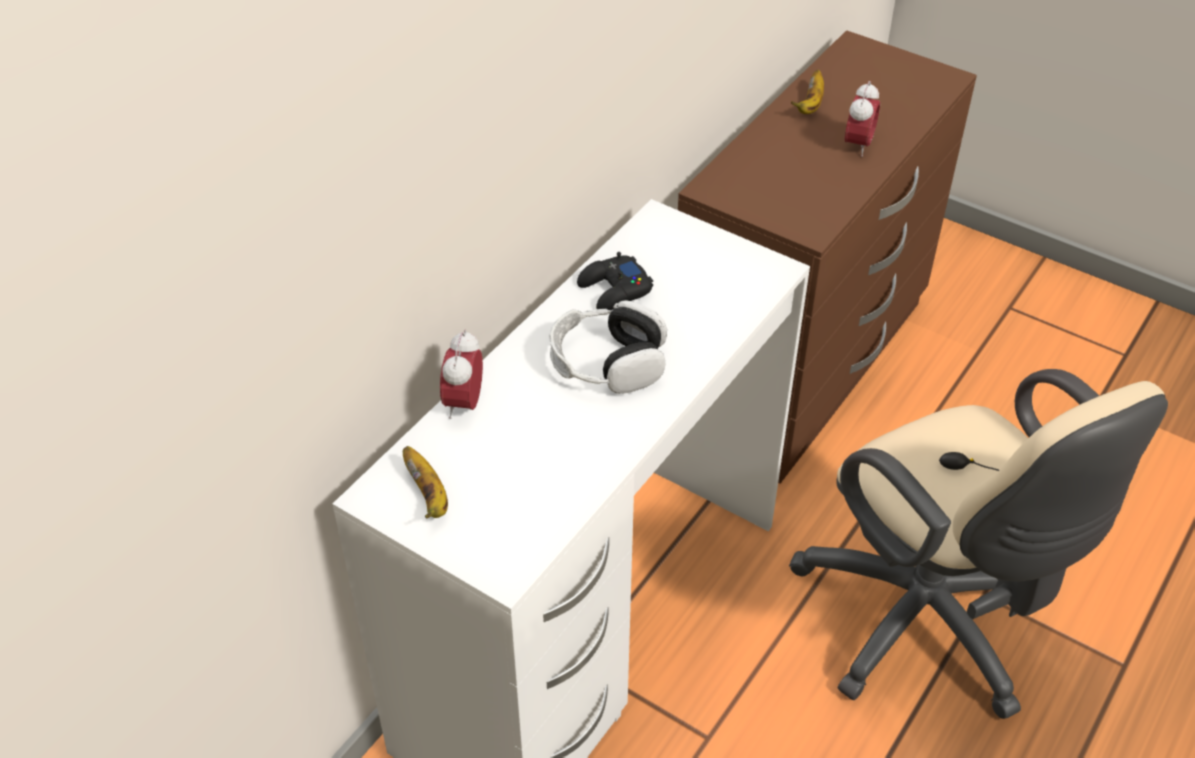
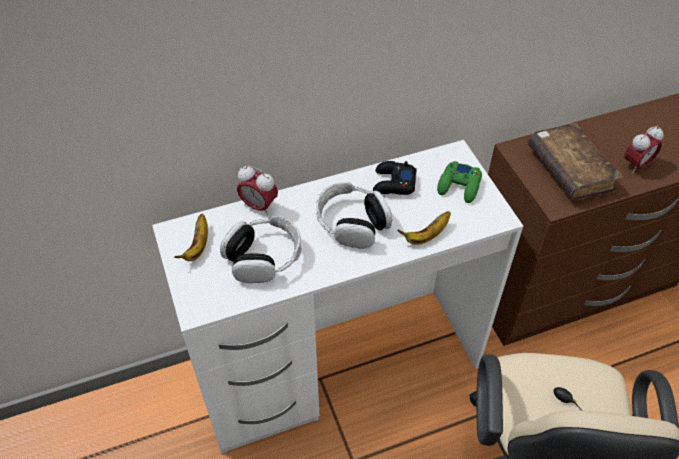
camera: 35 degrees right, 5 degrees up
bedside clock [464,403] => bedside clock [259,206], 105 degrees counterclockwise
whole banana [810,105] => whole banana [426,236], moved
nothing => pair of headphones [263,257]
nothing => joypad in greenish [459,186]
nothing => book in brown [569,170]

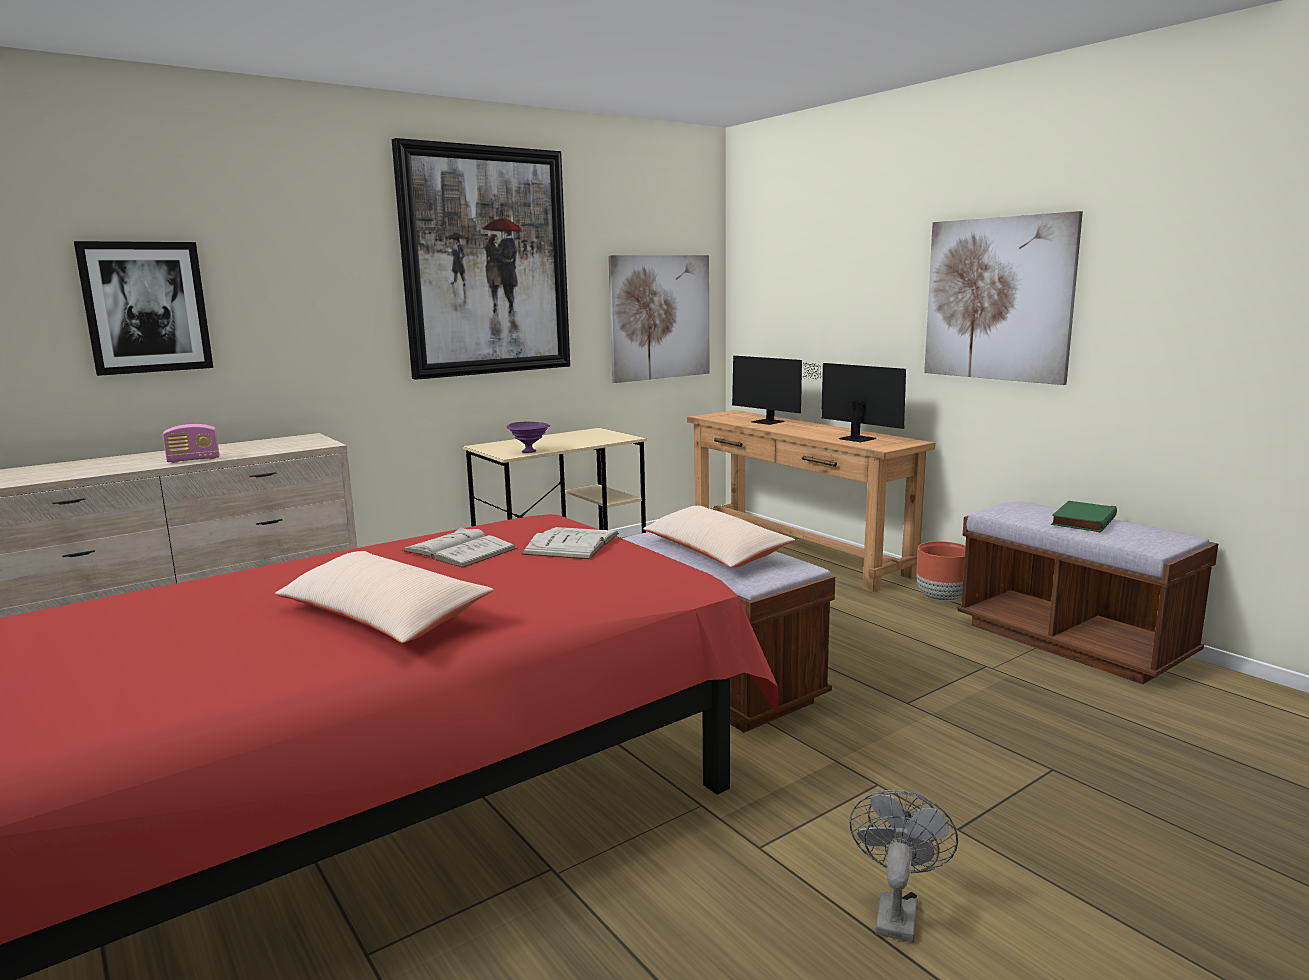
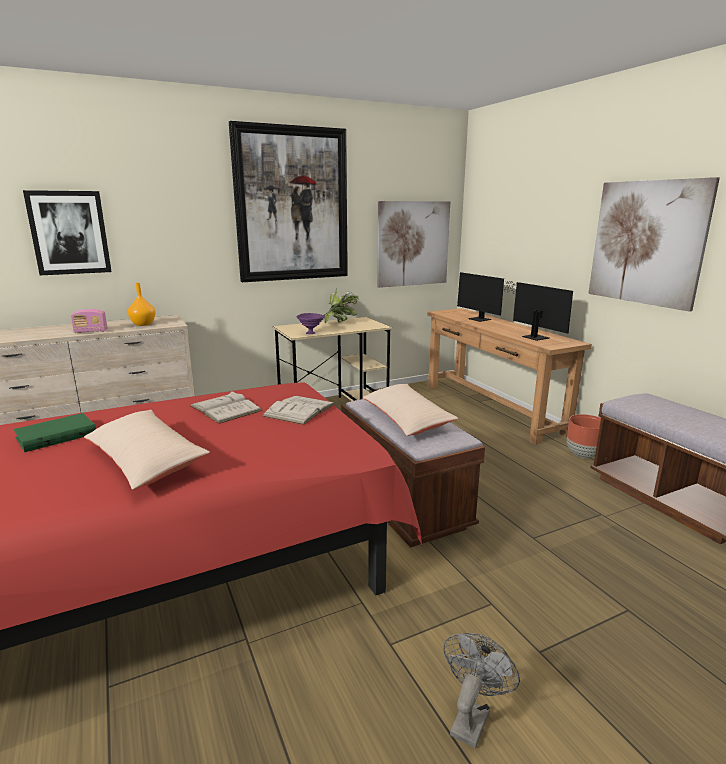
camera: 10 degrees right, 5 degrees up
book in greenish [1082,520] => book in greenish [56,435], moved
nothing => flower vase in orange-coloured [142,324]
nothing => potted plant [340,323]

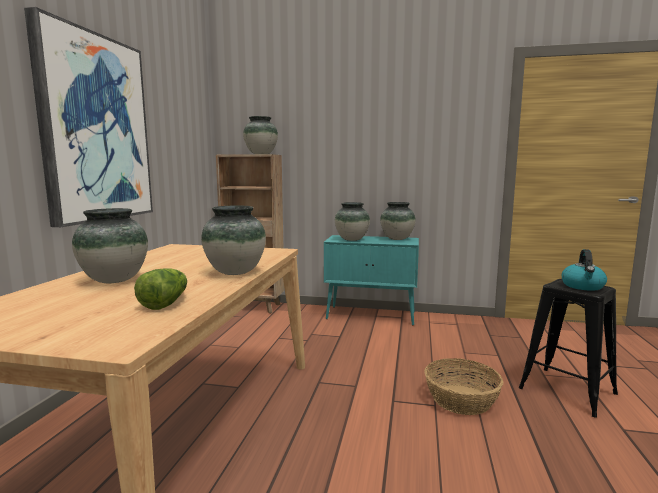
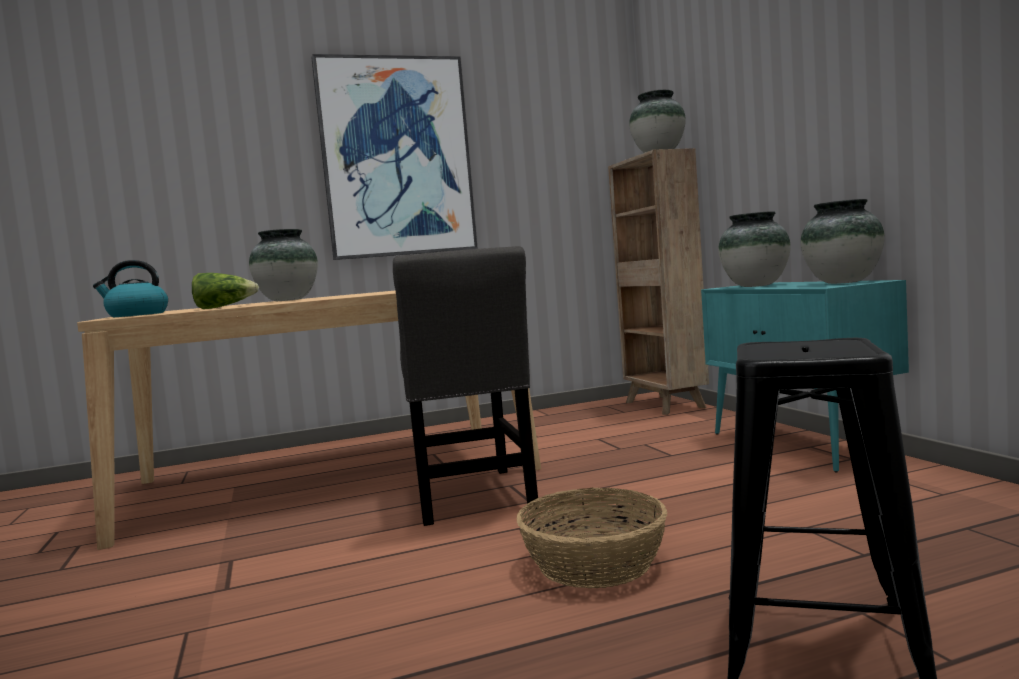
camera: 60 degrees right, 5 degrees down
flower vase [235,272] => nothing
tea kettle [583,286] => tea kettle [136,315], moved
nothing => plain chair in grey [473,498]

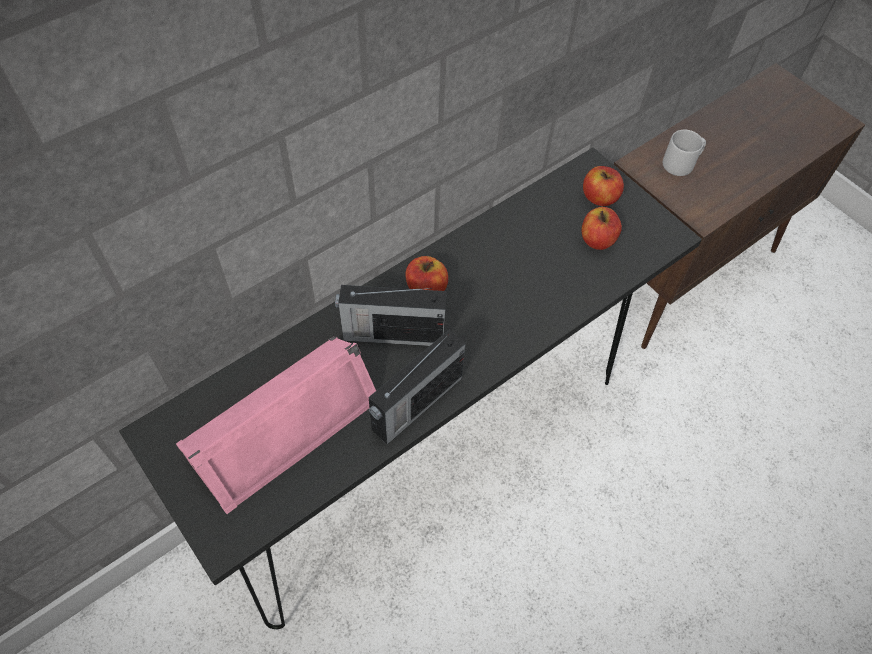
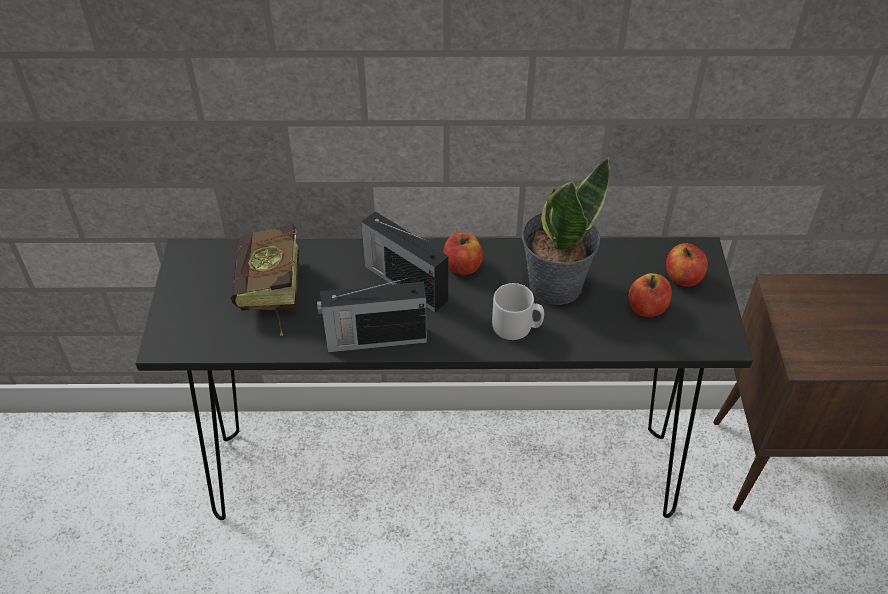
camera: 40 degrees right, 10 degrees down
loudspeaker in pinkish [282,425] => book [270,296]
coffee mug in grey [681,164] => coffee mug in grey [517,327], moved
nothing => potted plant [554,284]

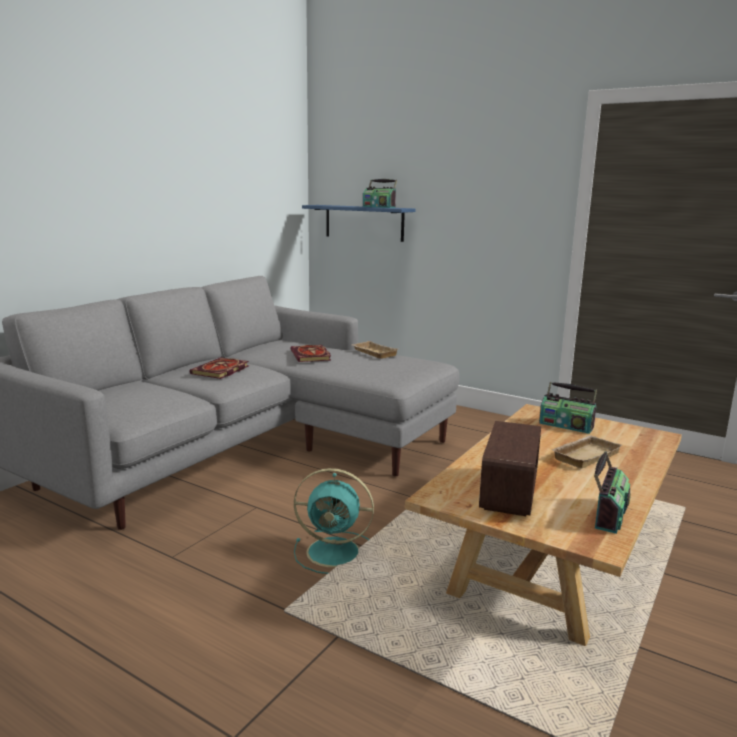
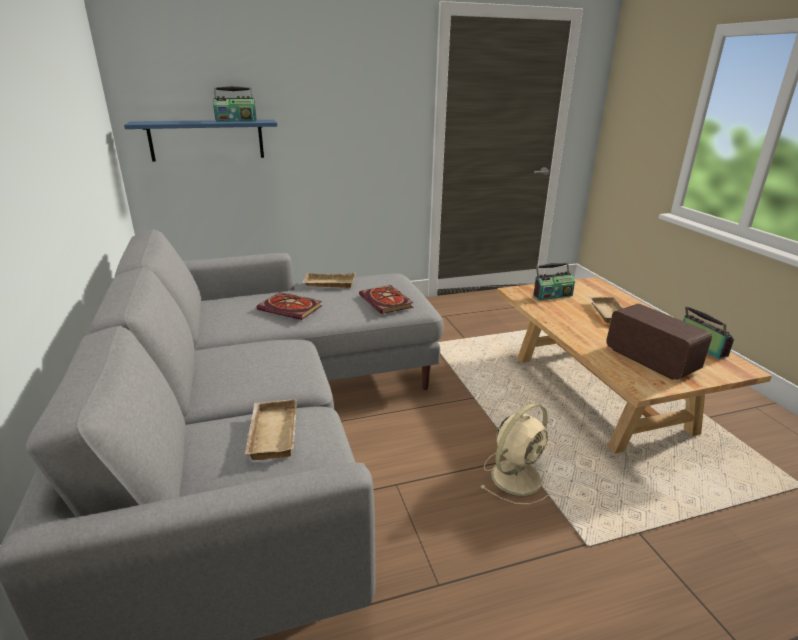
camera: 50 degrees left, 10 degrees up
book [220,371] => book [387,302], moved
cooling fan in turquoise [336,552] => cooling fan in beige-coloured [518,476]
nothing => serving tray in beige-coloured [271,433]

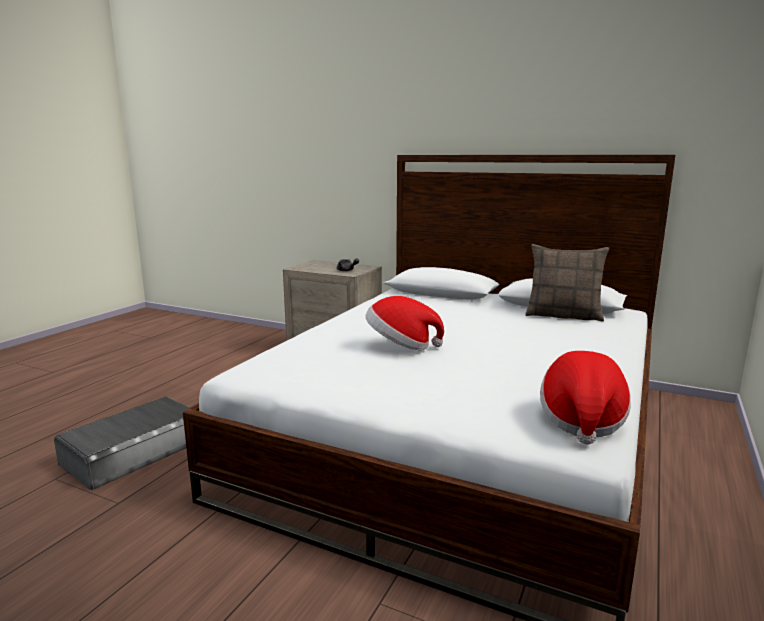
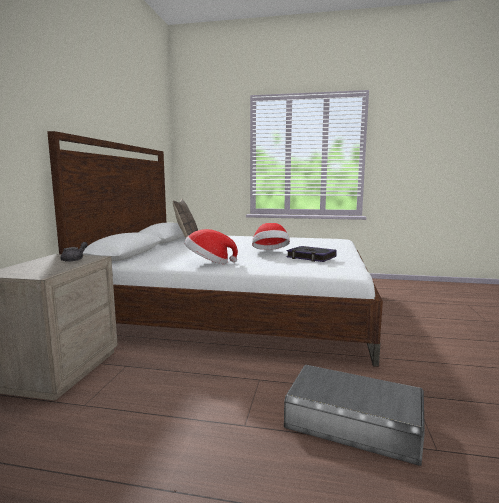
camera: 105 degrees left, 5 degrees down
clothing hat [581,420] => clothing hat [209,263], moved
nothing => book [311,257]

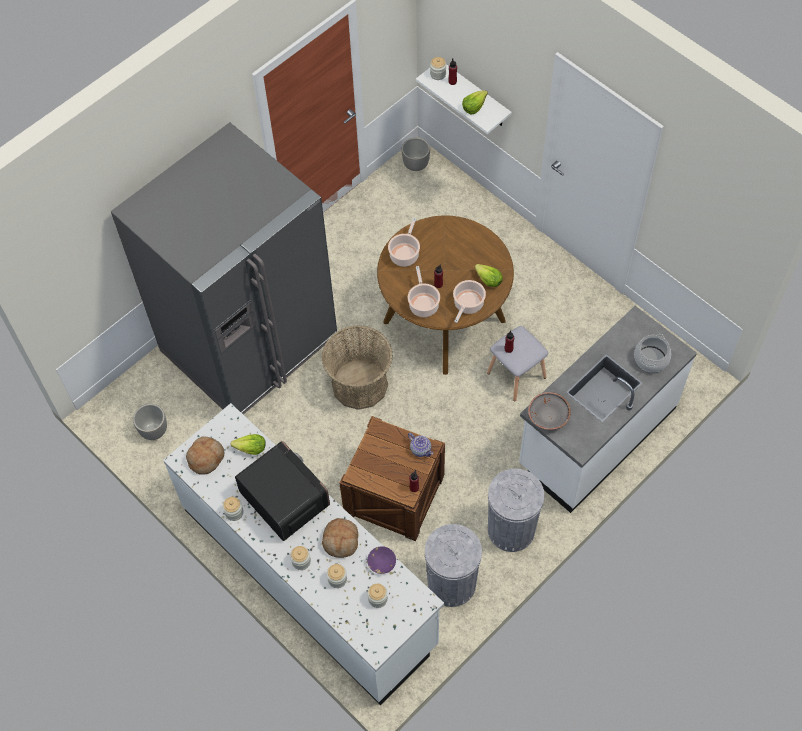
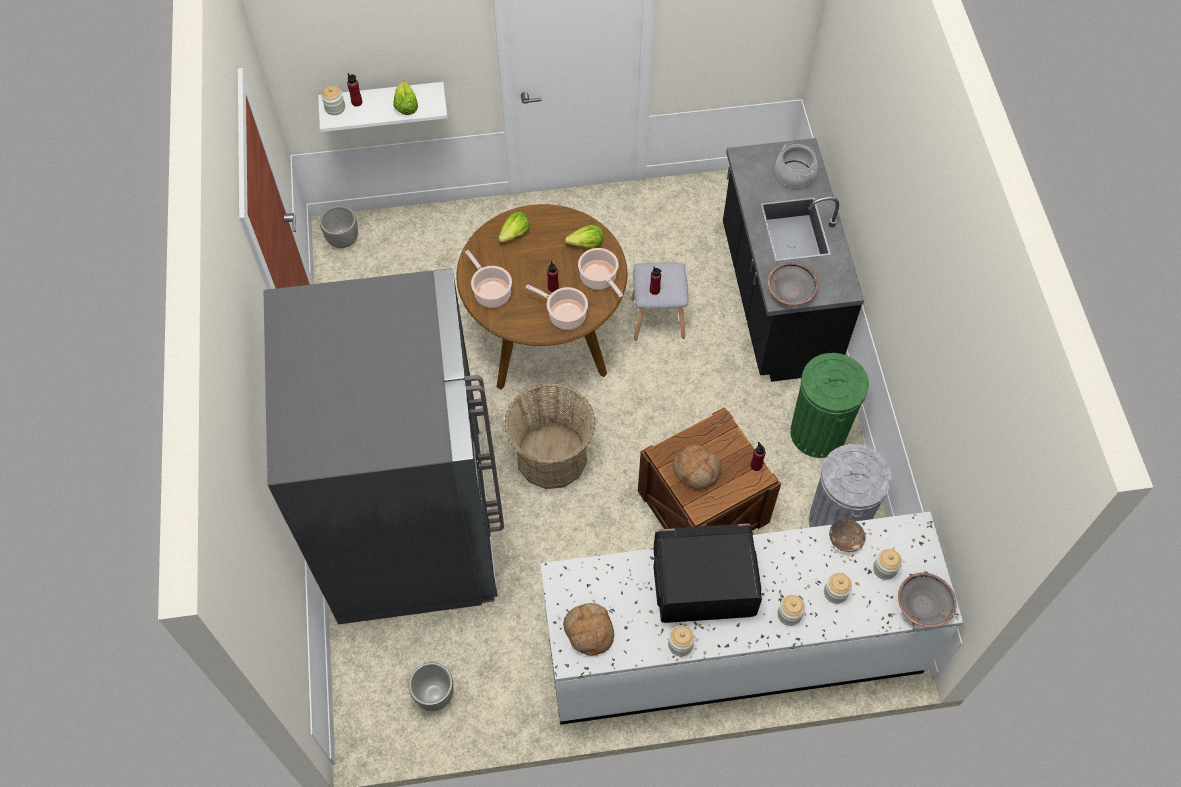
camera: 55 degrees left, 0 degrees up
lettuce head [251,449] => lettuce head [515,234], moved
bread [341,540] => bread [696,470], moved
serving bowl in purplish [381,562] => serving bowl in brown [845,539]
tea pot [420,449] => nothing
rubbish bin in grey [511,529] => rubbish bin in greenish [818,433]
kitchen counter in white-coloured [596,436] => kitchen counter in black [775,300]
nothing => serving bowl in grey [922,606]

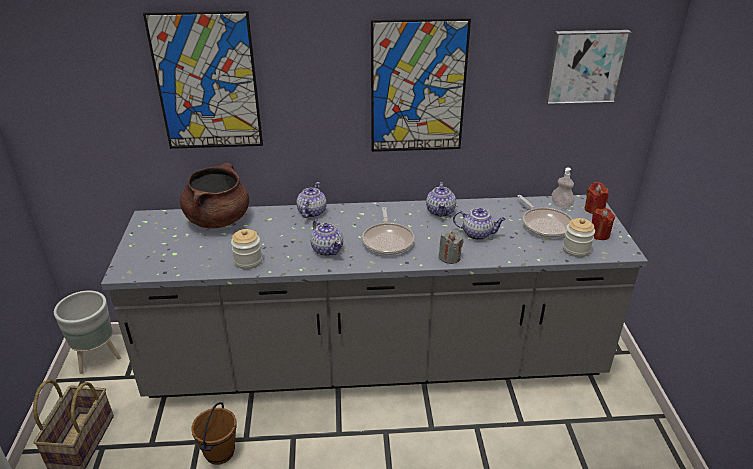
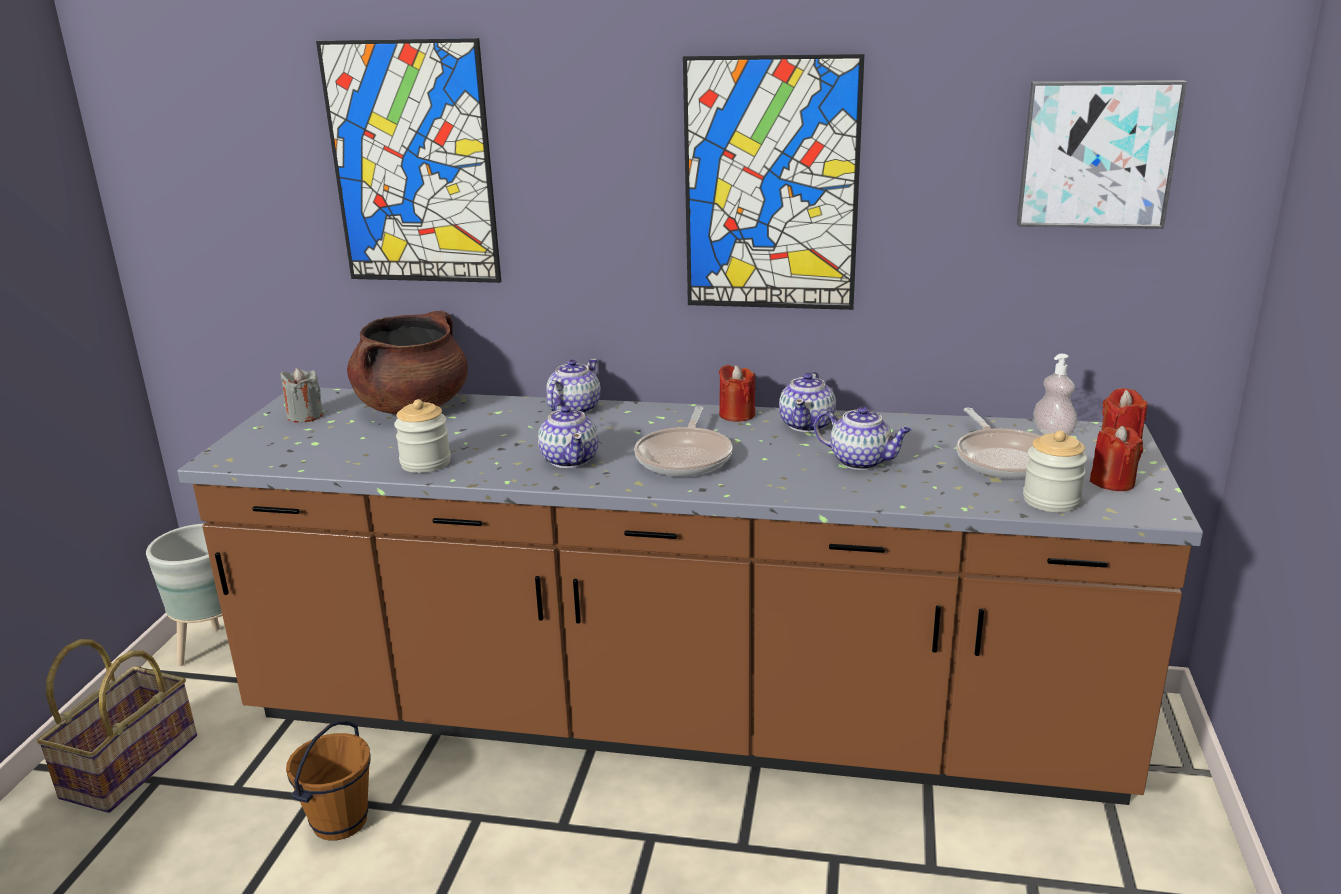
camera: 15 degrees right, 10 degrees down
kitchen counter in grey [376,362] => kitchen counter in brown [678,718]
wax candle in grey [449,257] => wax candle in grey [305,416], moved
nothing => wax candle in reddish [737,415]

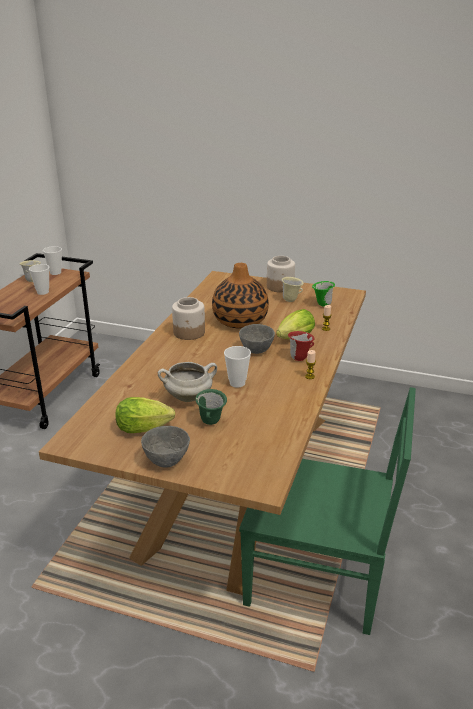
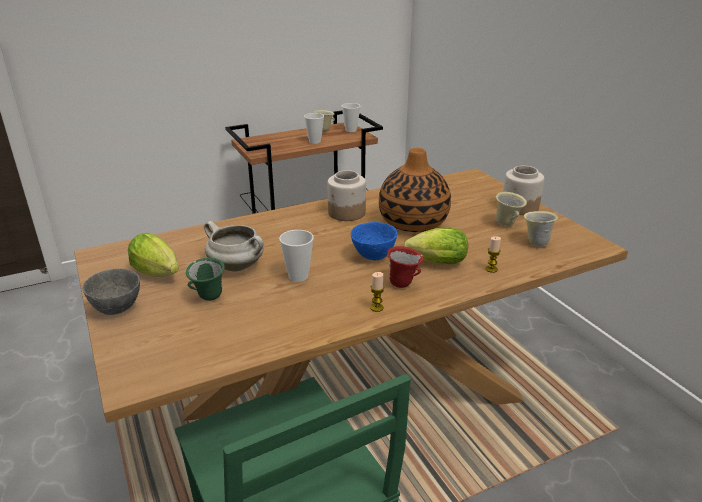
camera: 45 degrees right, 0 degrees up
serving bowl in grey [257,351] => serving bowl in bluish [374,257]
coffee mug in greenish [322,305] => coffee mug in beige-coloured [535,243]

